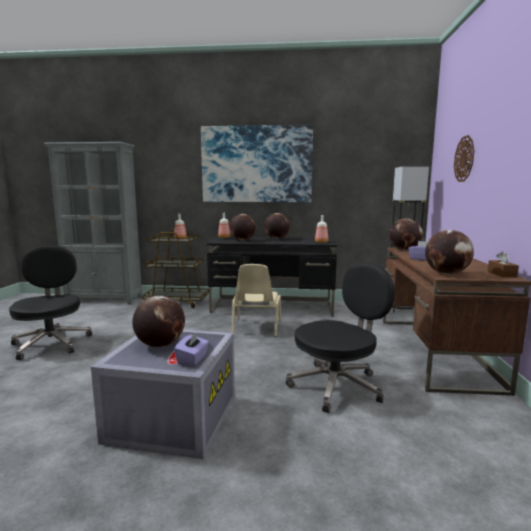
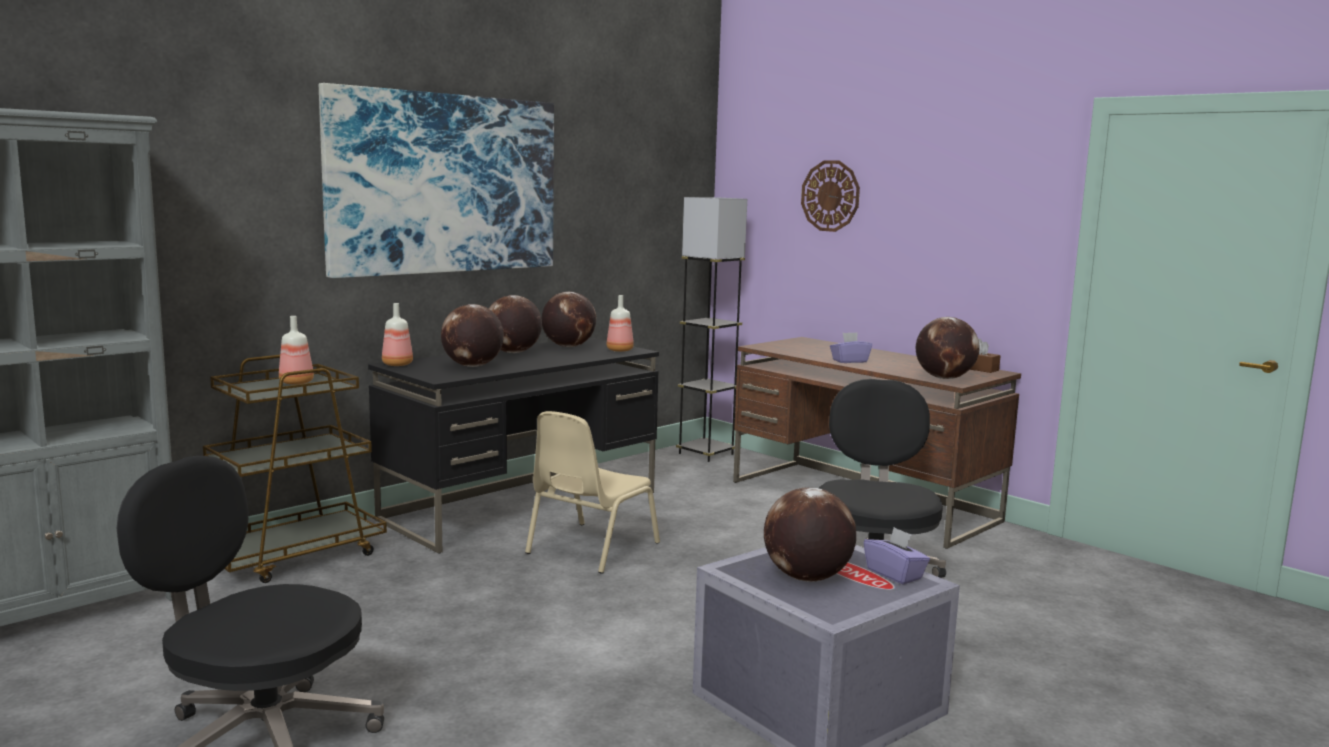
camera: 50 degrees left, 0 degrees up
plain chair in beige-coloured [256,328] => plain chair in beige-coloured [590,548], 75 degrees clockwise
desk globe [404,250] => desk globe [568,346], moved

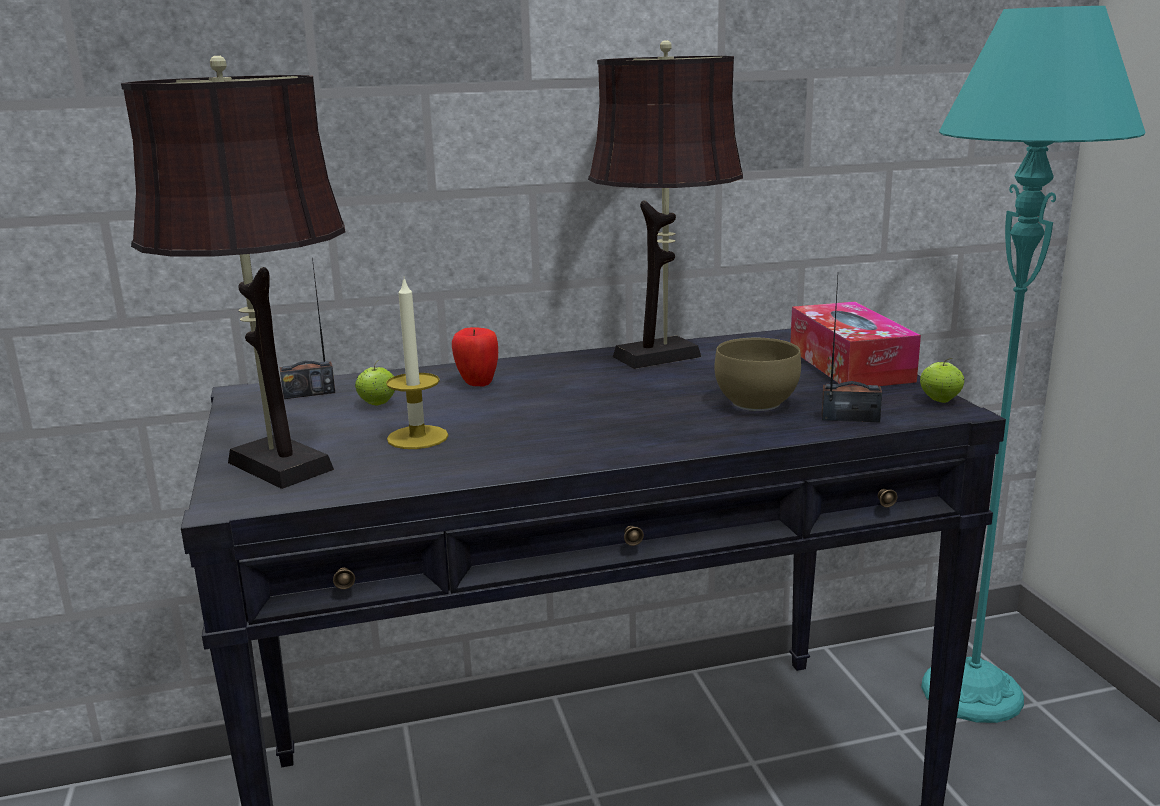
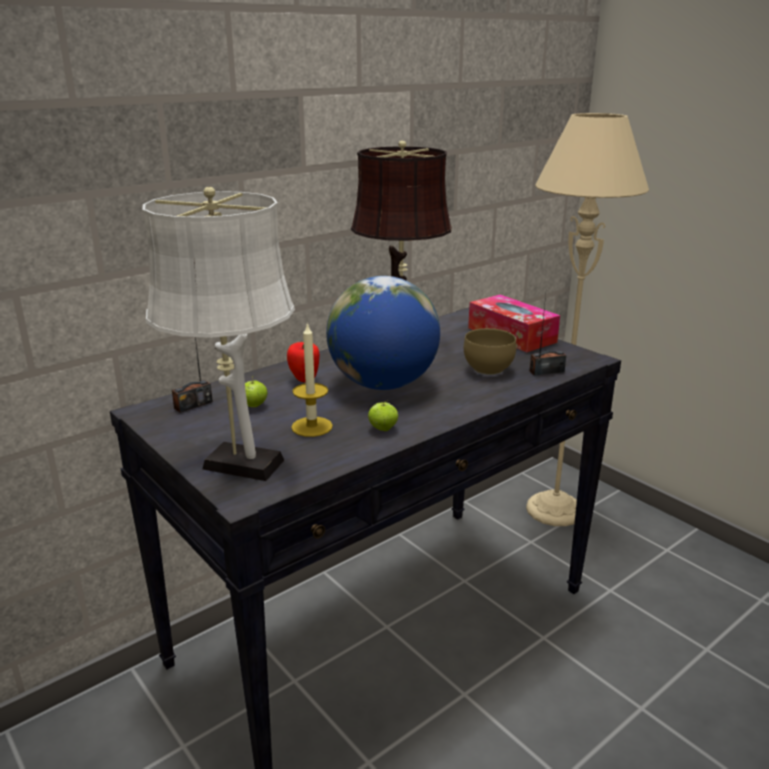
camera: 25 degrees left, 5 degrees up
table lamp in brown [274,463] => table lamp in white-coloured [236,463]
apple fruit [940,400] => apple fruit [383,429], moved
standard lamp in turquoise [972,692] => standard lamp in beige-coloured [554,509]
nothing => desk globe [383,384]

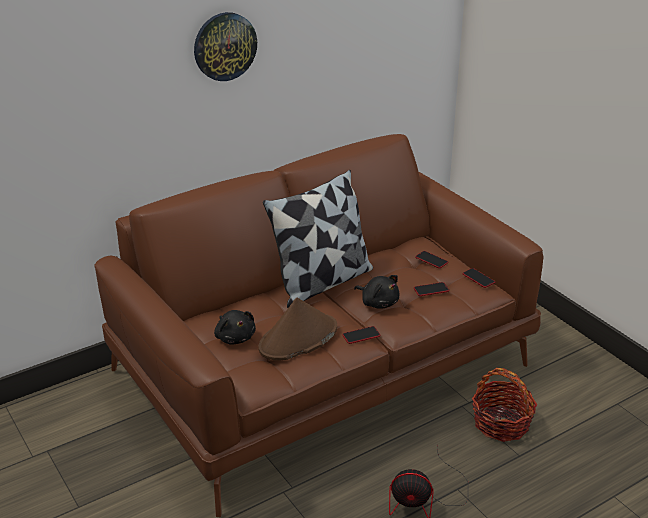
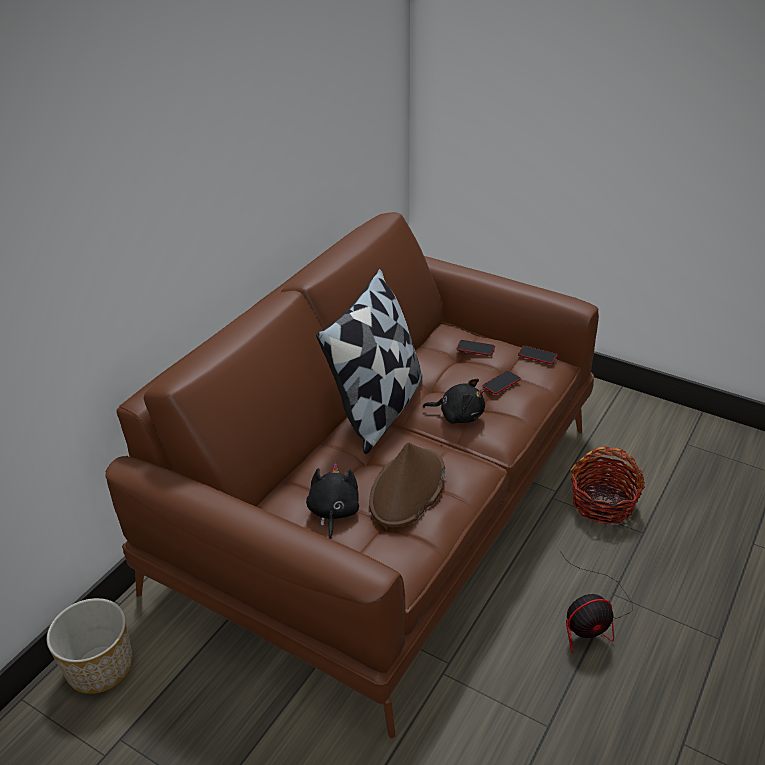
camera: 25 degrees left, 5 degrees up
clock on the wall [224,46] => nothing
soft toy in black [235,337] => soft toy in black [333,512], 120 degrees counterclockwise
handset [361,335] => nothing
nothing => flower pot [100,666]

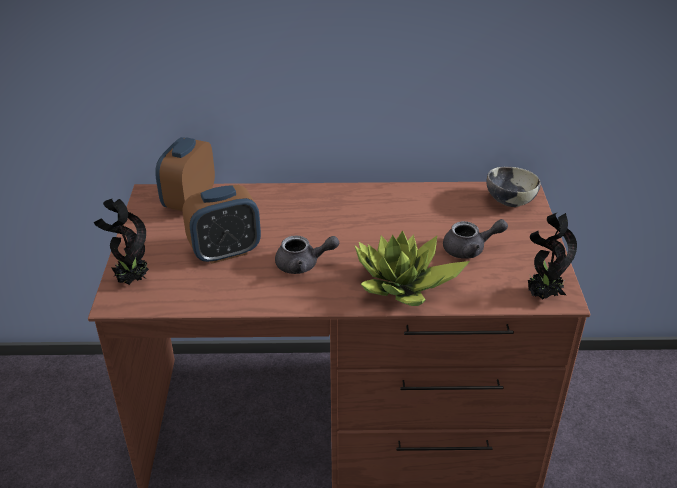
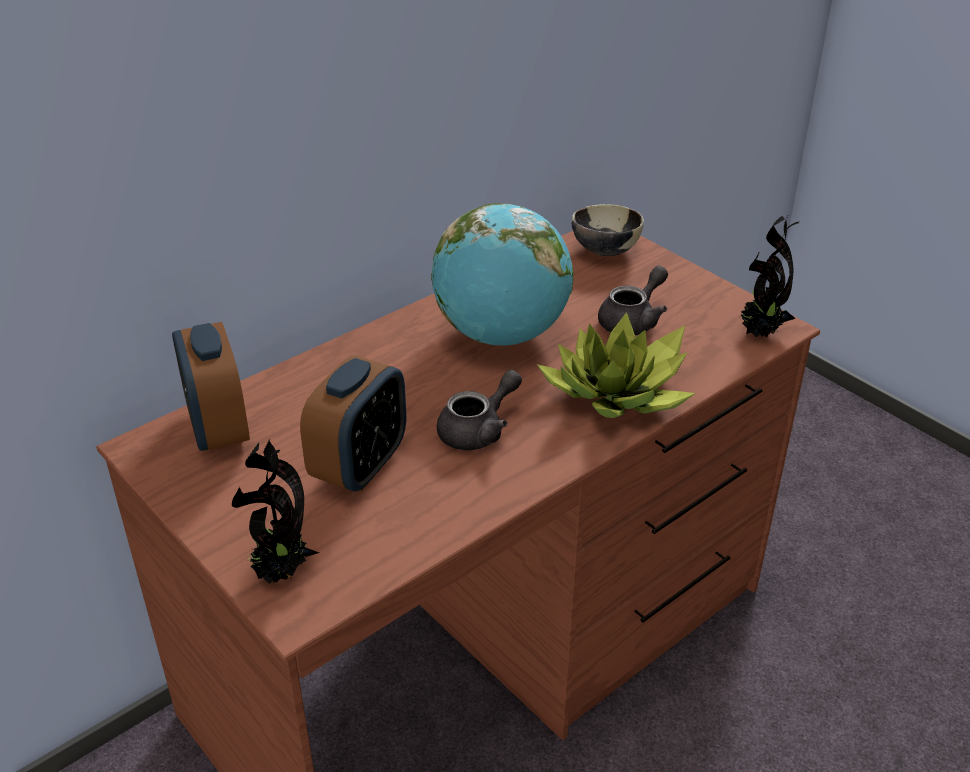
camera: 40 degrees left, 0 degrees up
nothing => desk globe [502,334]

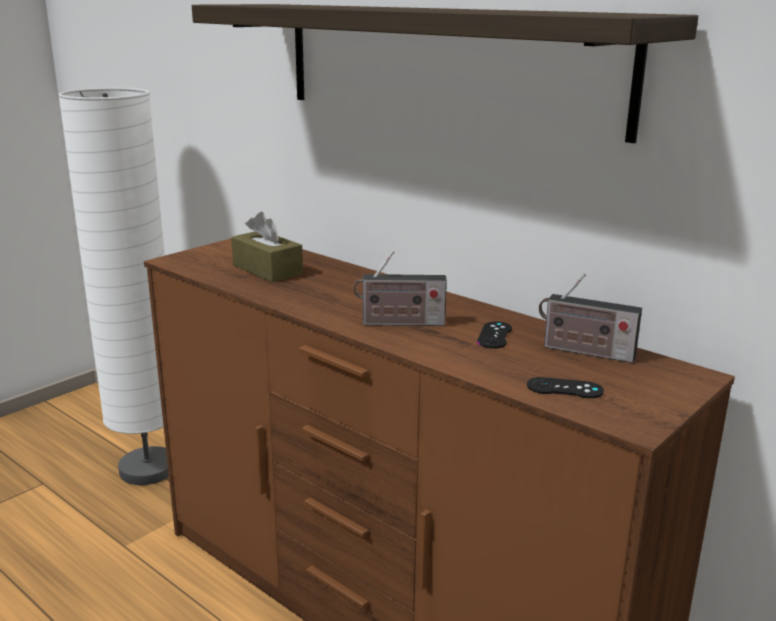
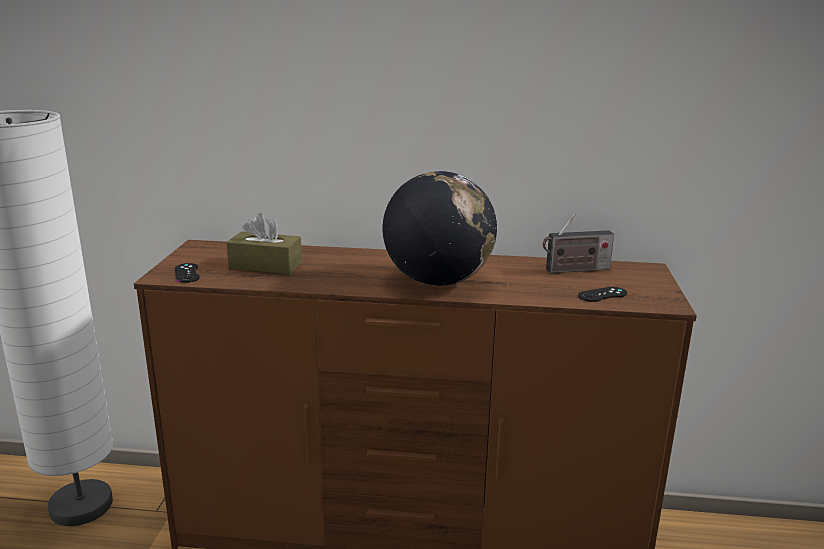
camera: 35 degrees left, 0 degrees up
bracket shelf [443,64] => nothing
radio receiver [399,323] => desk globe [438,281]
joypad in black [494,335] => joypad in black [187,273], moved

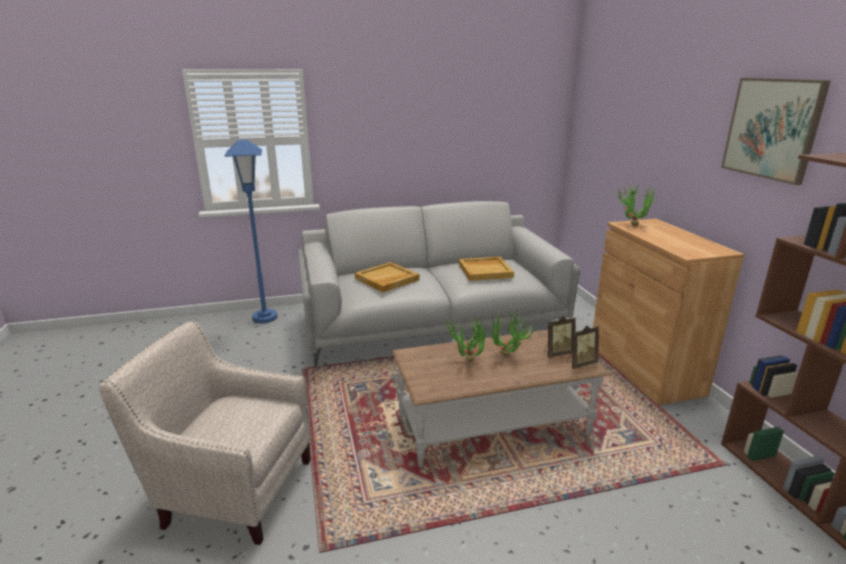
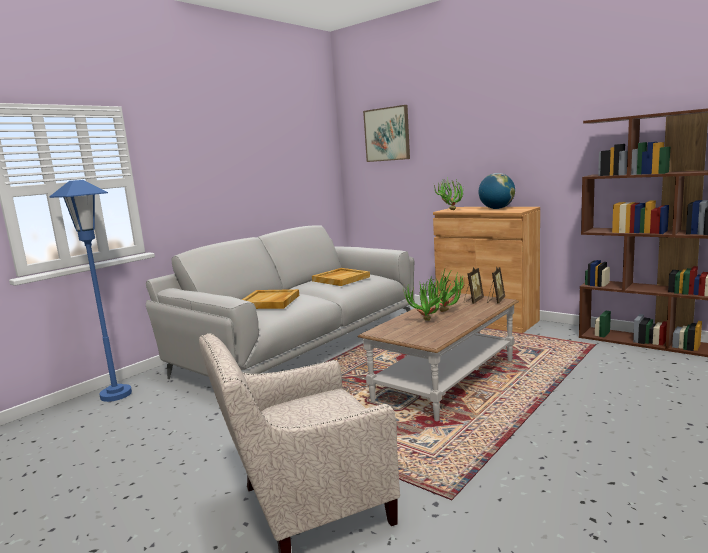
camera: 35 degrees left, 10 degrees down
wall picture [772,128] => wall picture [387,134], moved
nothing => desk globe [496,208]

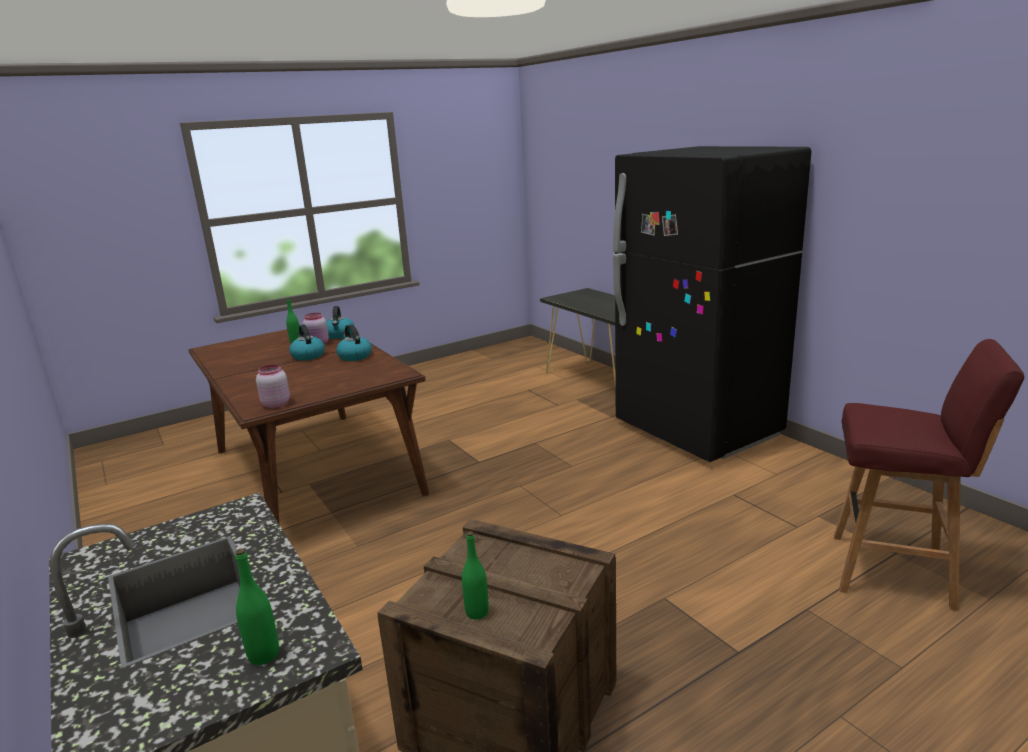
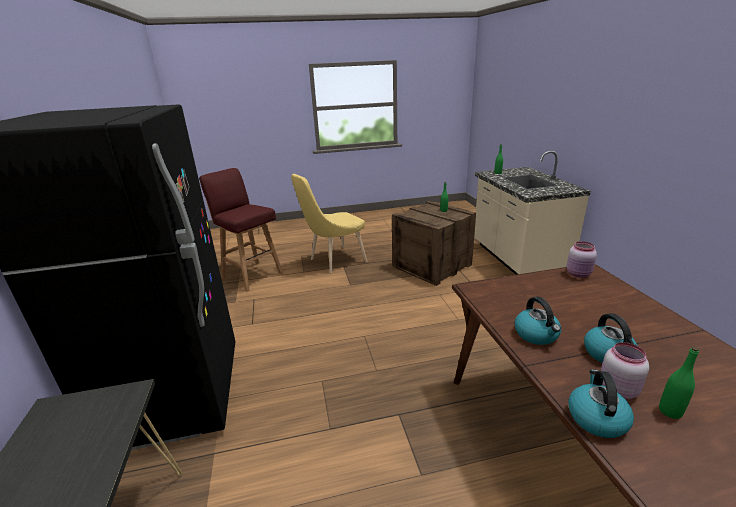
camera: 160 degrees left, 5 degrees up
nothing => plain chair in yellowish [334,261]

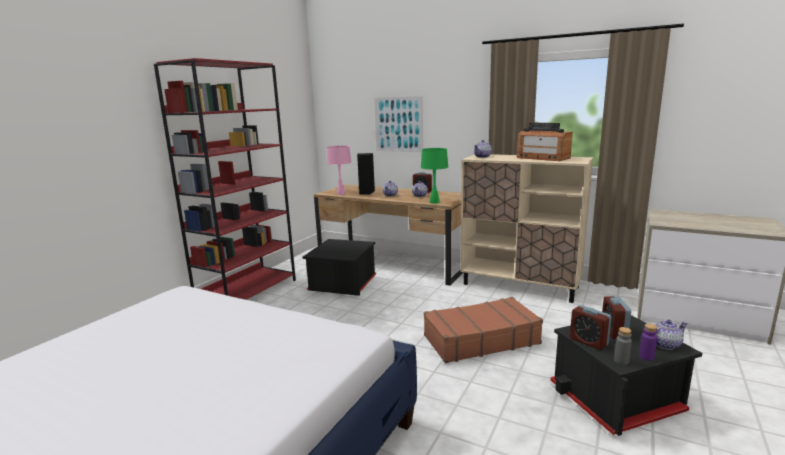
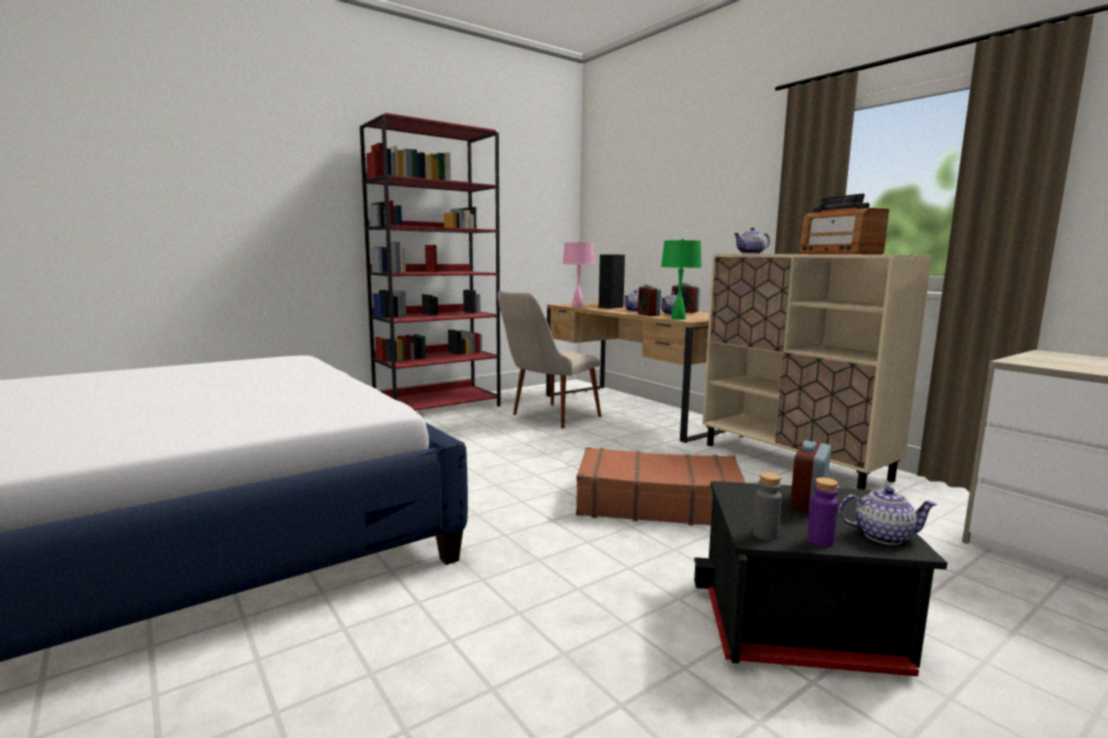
camera: 25 degrees right, 5 degrees down
storage container in black [341,284] => plain chair in beige-coloured [546,418]
wall picture [398,124] => nothing
bedside clock [588,342] => bedside clock [648,314], moved

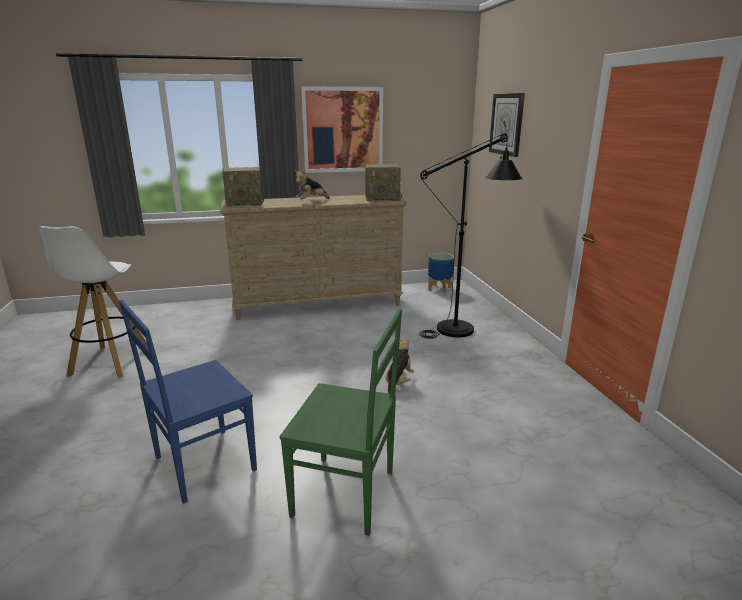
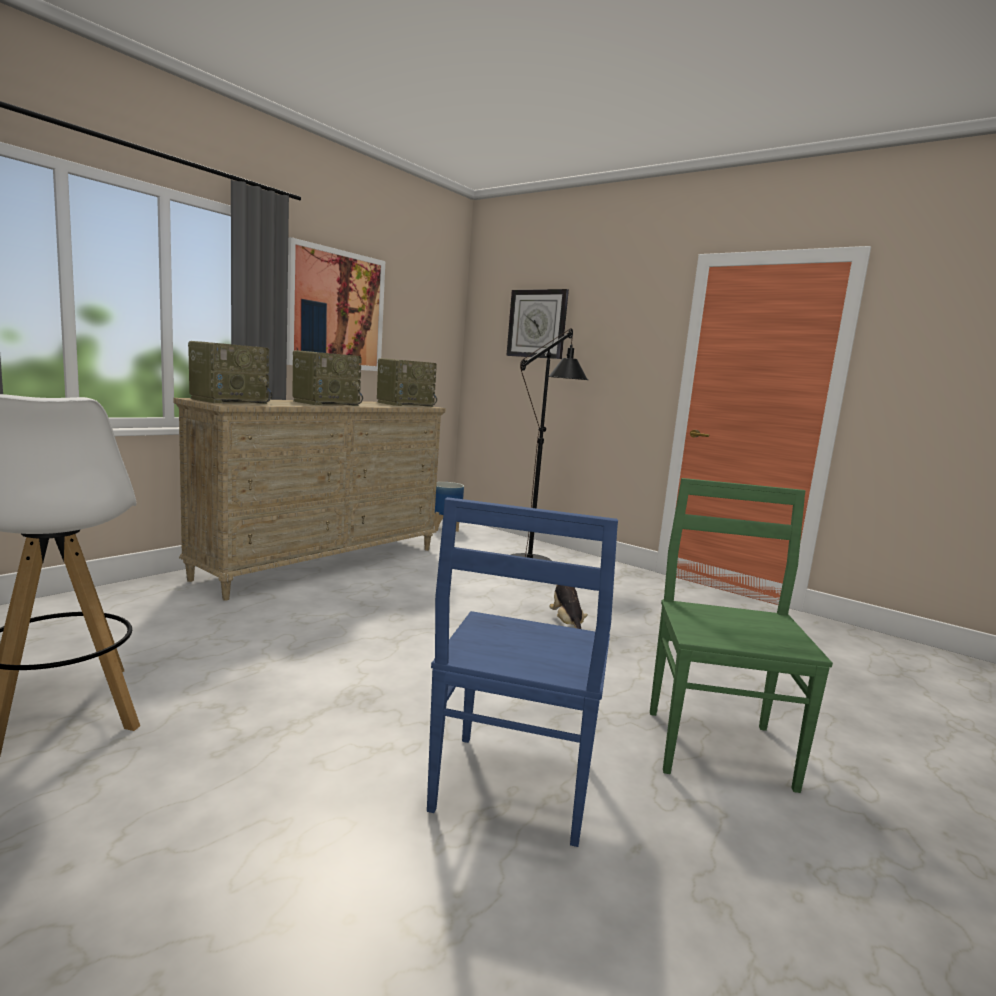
camera: 40 degrees left, 10 degrees down
plain chair in greenish [347,494] => plain chair in greenish [717,746], 60 degrees counterclockwise
soft toy [311,201] => radio receiver [326,403]

